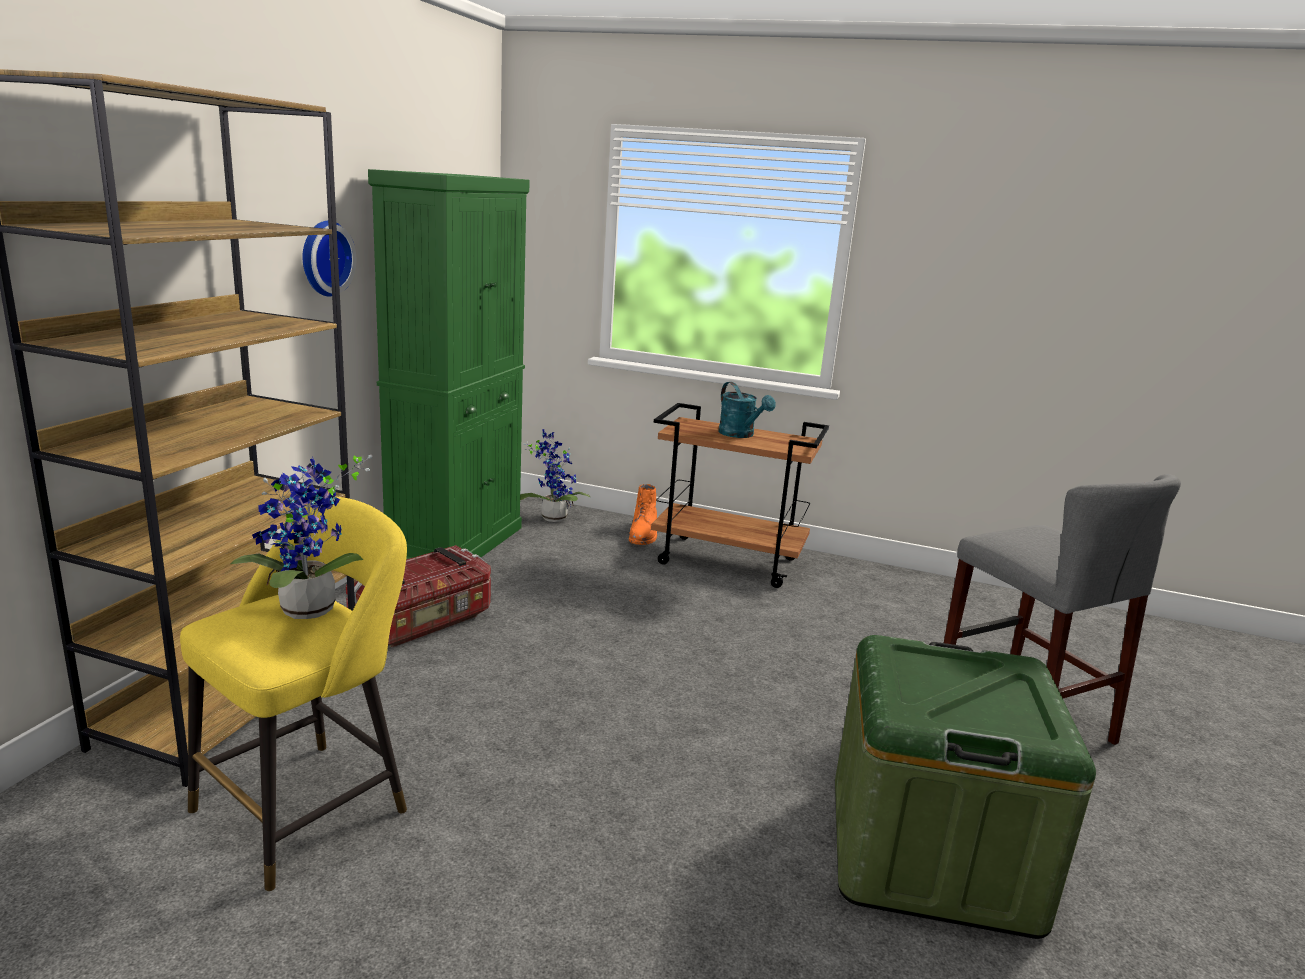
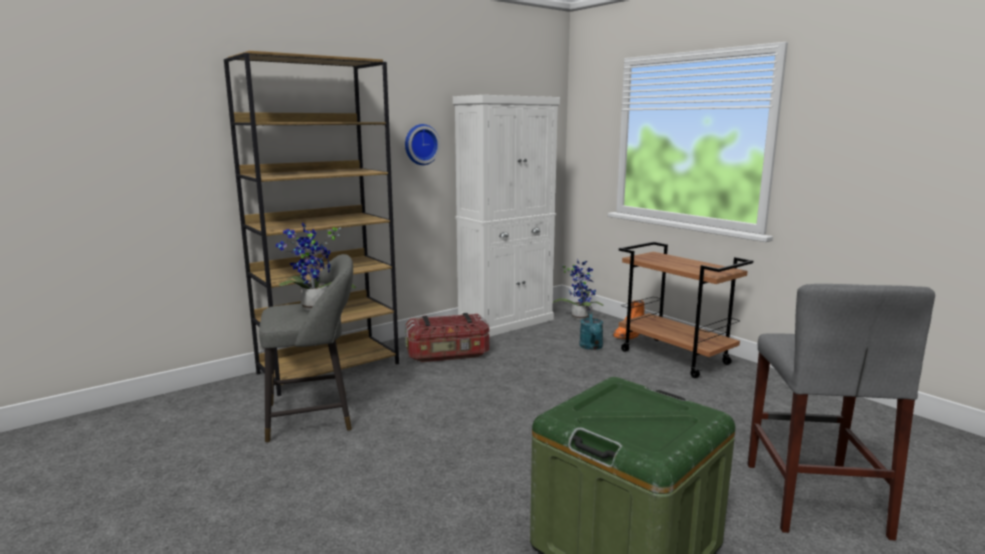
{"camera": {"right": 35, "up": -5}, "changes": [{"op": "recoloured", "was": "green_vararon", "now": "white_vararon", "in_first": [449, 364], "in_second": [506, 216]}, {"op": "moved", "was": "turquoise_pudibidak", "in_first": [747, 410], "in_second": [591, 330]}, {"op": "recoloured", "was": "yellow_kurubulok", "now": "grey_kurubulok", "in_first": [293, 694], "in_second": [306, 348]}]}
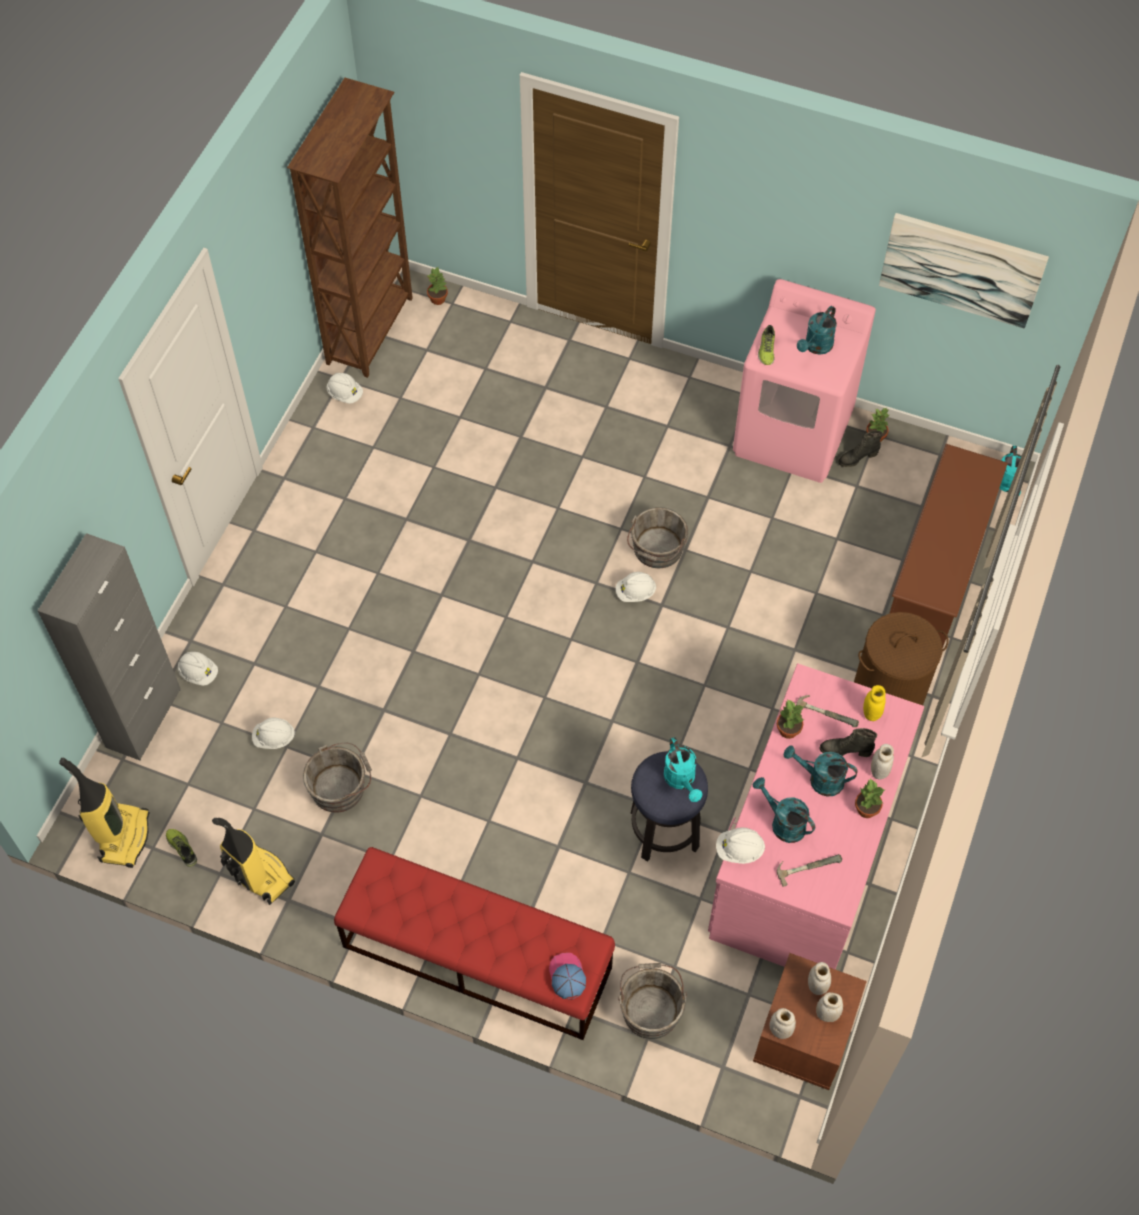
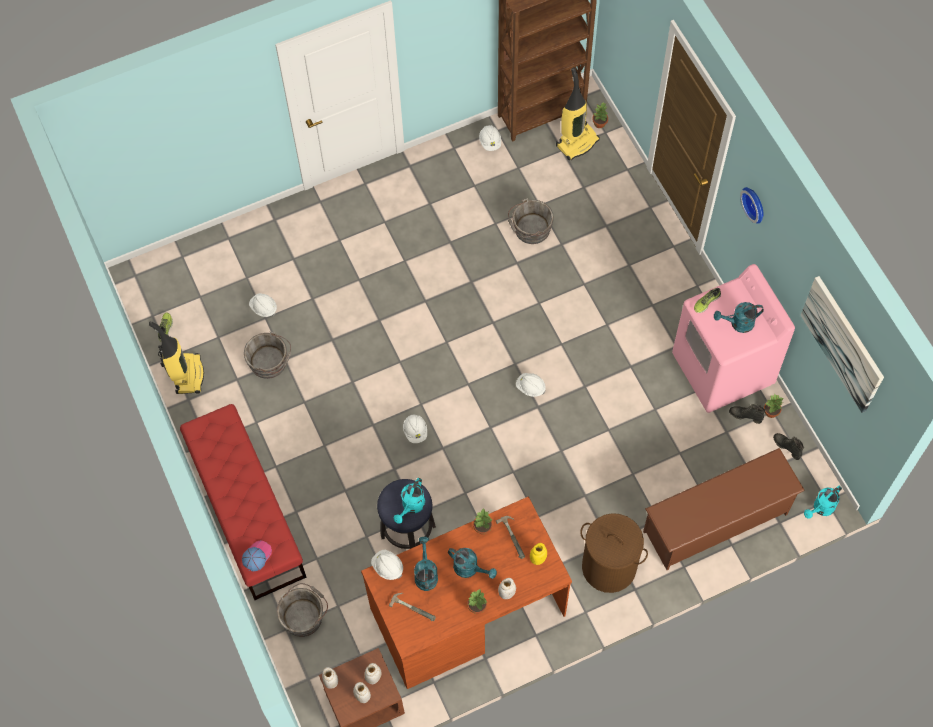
{"camera": {"right": 45, "up": 5}, "changes": [{"op": "moved", "was": "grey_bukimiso", "in_first": [657, 537], "in_second": [531, 221]}, {"op": "removed", "was": "grey_vararon", "in_first": [109, 646]}, {"op": "moved", "was": "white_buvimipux", "in_first": [198, 669], "in_second": [415, 428]}, {"op": "recoloured", "was": "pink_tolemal", "now": "brown_tolemal", "in_first": [816, 816], "in_second": [466, 593]}, {"op": "moved", "was": "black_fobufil", "in_first": [848, 742], "in_second": [788, 446]}, {"op": "turned", "was": "turquoise_pudibidak", "in_first": [821, 770], "in_second": [472, 563], "clockwise": 150}, {"op": "moved", "was": "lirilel", "in_first": [104, 813], "in_second": [578, 113]}, {"op": "added", "now": "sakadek", "in_second": [752, 205]}]}
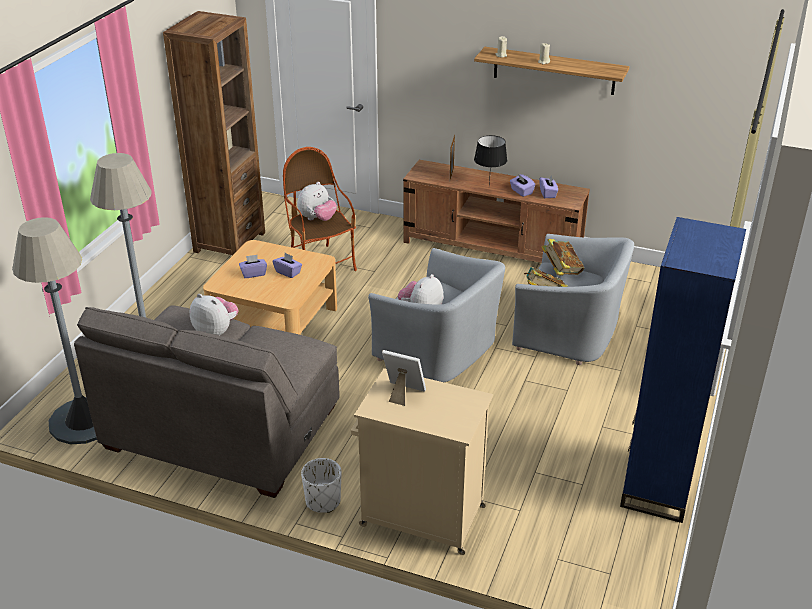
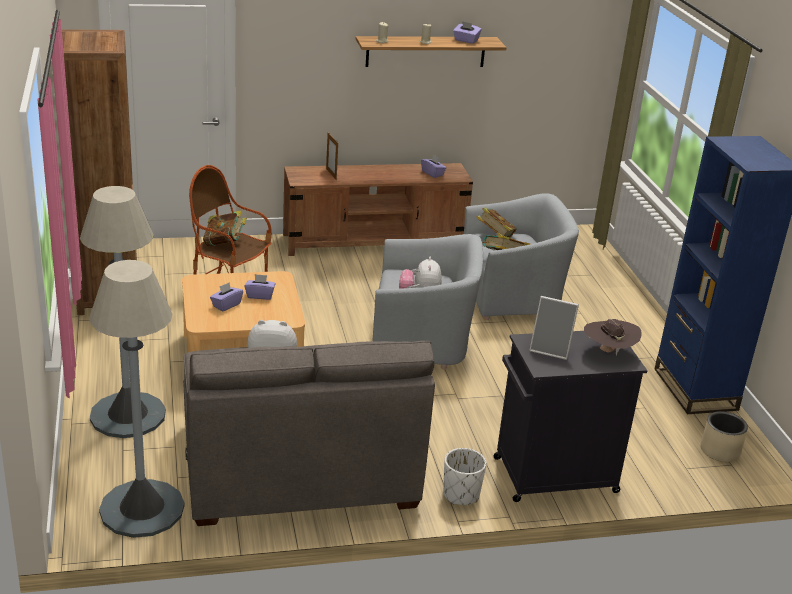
{"camera": {"right": -35, "up": -5}, "changes": [{"op": "removed", "was": "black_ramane", "in_first": [490, 161]}, {"op": "moved", "was": "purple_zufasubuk", "in_first": [522, 185], "in_second": [467, 32]}, {"op": "replaced", "was": "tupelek", "now": "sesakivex", "in_first": [317, 201], "in_second": [225, 228]}, {"op": "turned", "was": "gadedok", "in_first": [404, 378], "in_second": [554, 328], "clockwise": -150}, {"op": "recoloured", "was": "beige_vararon", "now": "black_vararon", "in_first": [422, 461], "in_second": [571, 416]}, {"op": "added", "now": "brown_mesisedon", "in_second": [612, 337]}, {"op": "added", "now": "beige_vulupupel", "in_second": [724, 436]}]}
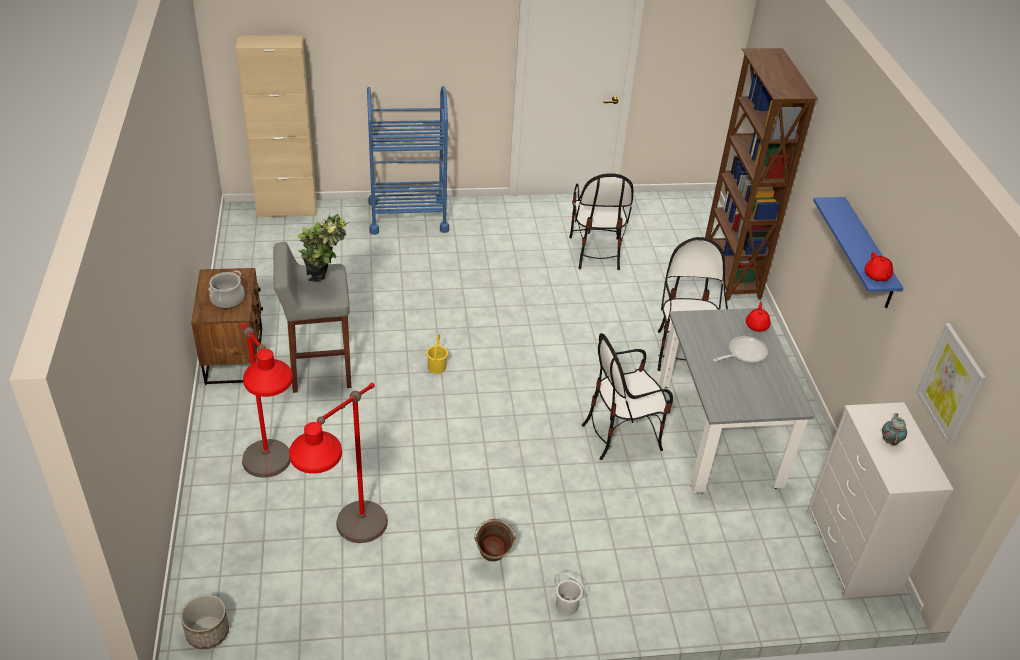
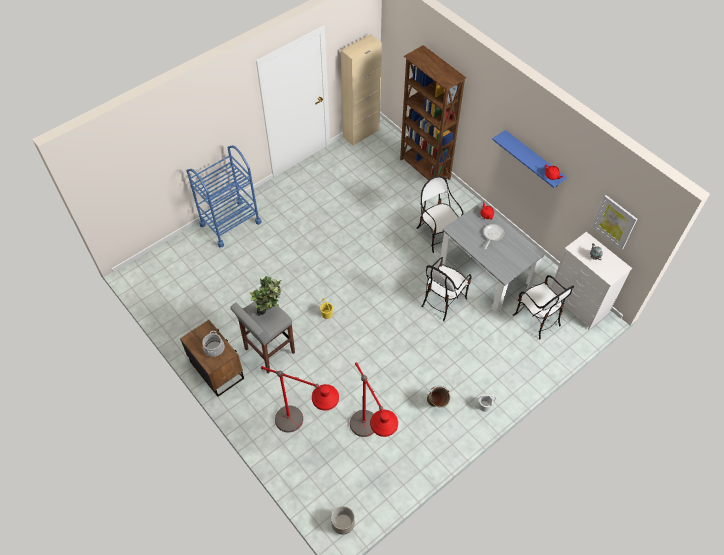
{"camera": {"right": -30, "up": 15}, "changes": [{"op": "moved", "was": "beige_vararon", "in_first": [276, 126], "in_second": [361, 90]}, {"op": "moved", "was": "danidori", "in_first": [601, 221], "in_second": [543, 307]}]}
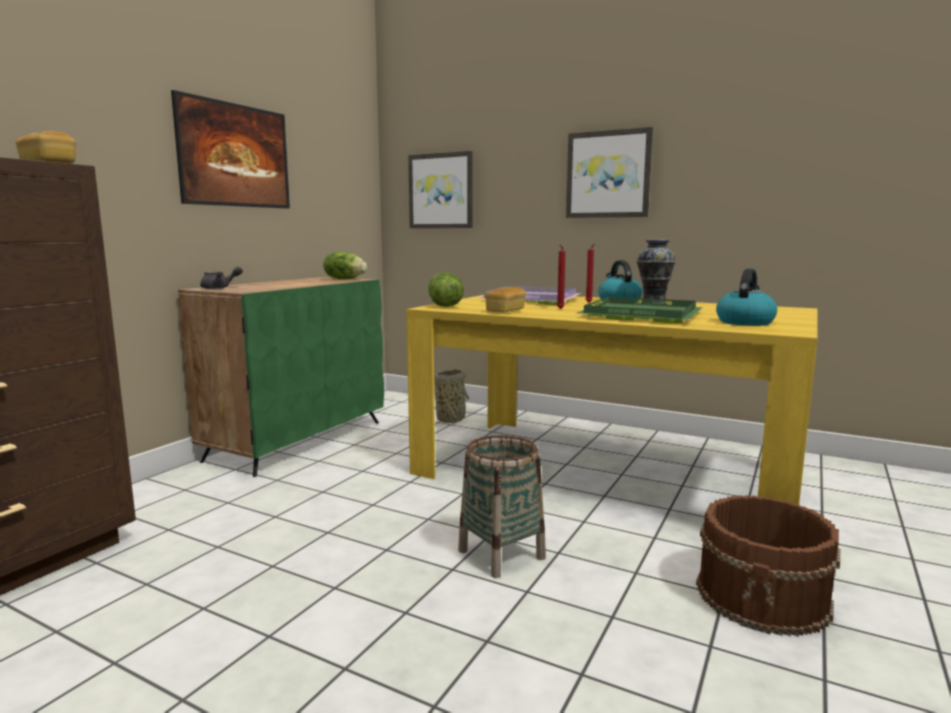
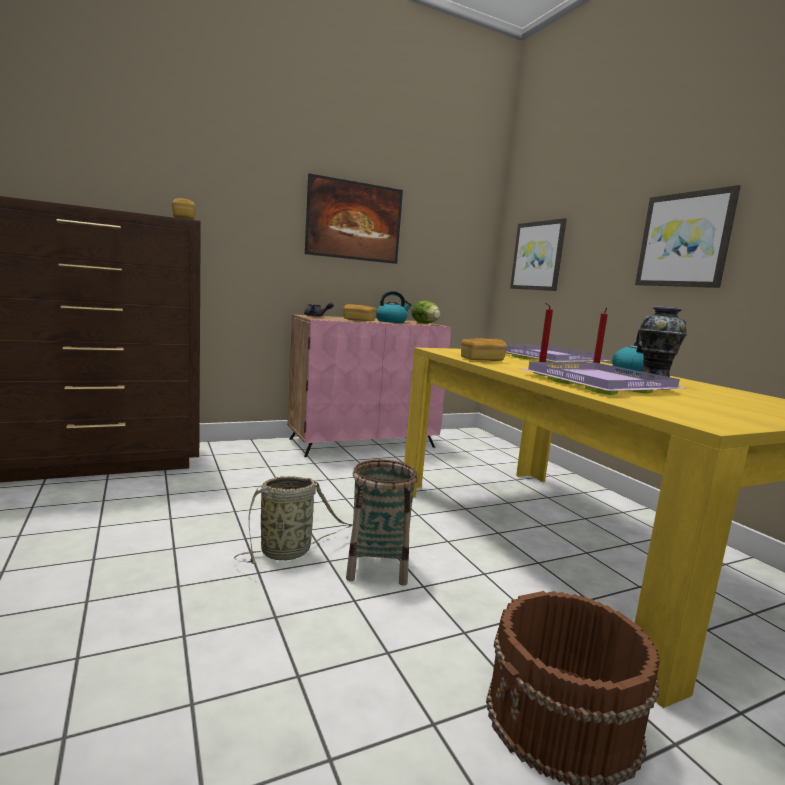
{"camera": {"right": 35, "up": 0}, "changes": [{"op": "moved", "was": "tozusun", "in_first": [746, 297], "in_second": [394, 307]}, {"op": "removed", "was": "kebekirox", "in_first": [445, 289]}, {"op": "recoloured", "was": "green_vararon", "now": "pink_vararon", "in_first": [281, 377], "in_second": [369, 385]}, {"op": "recoloured", "was": "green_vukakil", "now": "purple_vukakil", "in_first": [640, 310], "in_second": [604, 378]}, {"op": "moved", "was": "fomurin", "in_first": [451, 397], "in_second": [293, 520]}, {"op": "added", "now": "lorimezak", "in_second": [359, 312]}]}
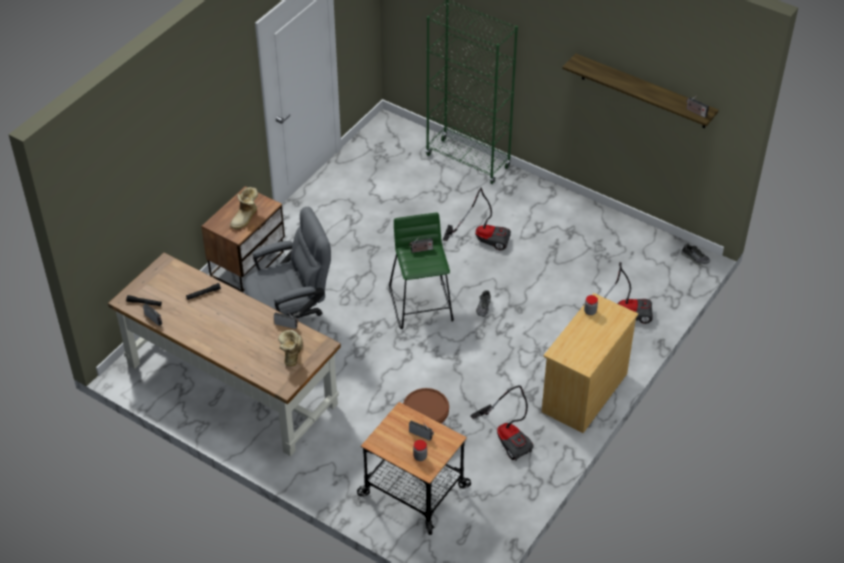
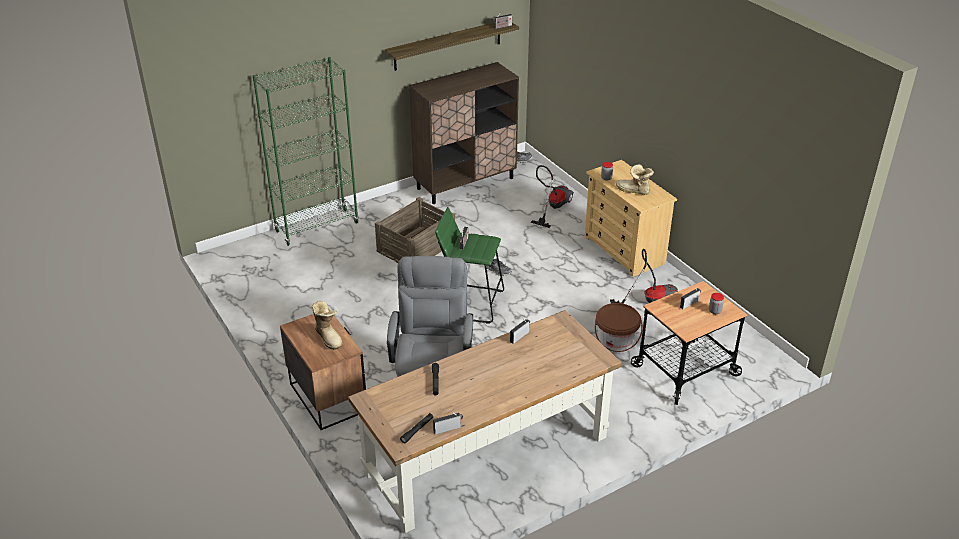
{"camera": {"right": -65, "up": -10}, "changes": [{"op": "replaced", "was": "lirilel", "now": "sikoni", "in_first": [477, 219], "in_second": [415, 230]}, {"op": "moved", "was": "fobufil", "in_first": [290, 348], "in_second": [635, 179]}, {"op": "added", "now": "brown_vararon", "in_second": [464, 133]}]}
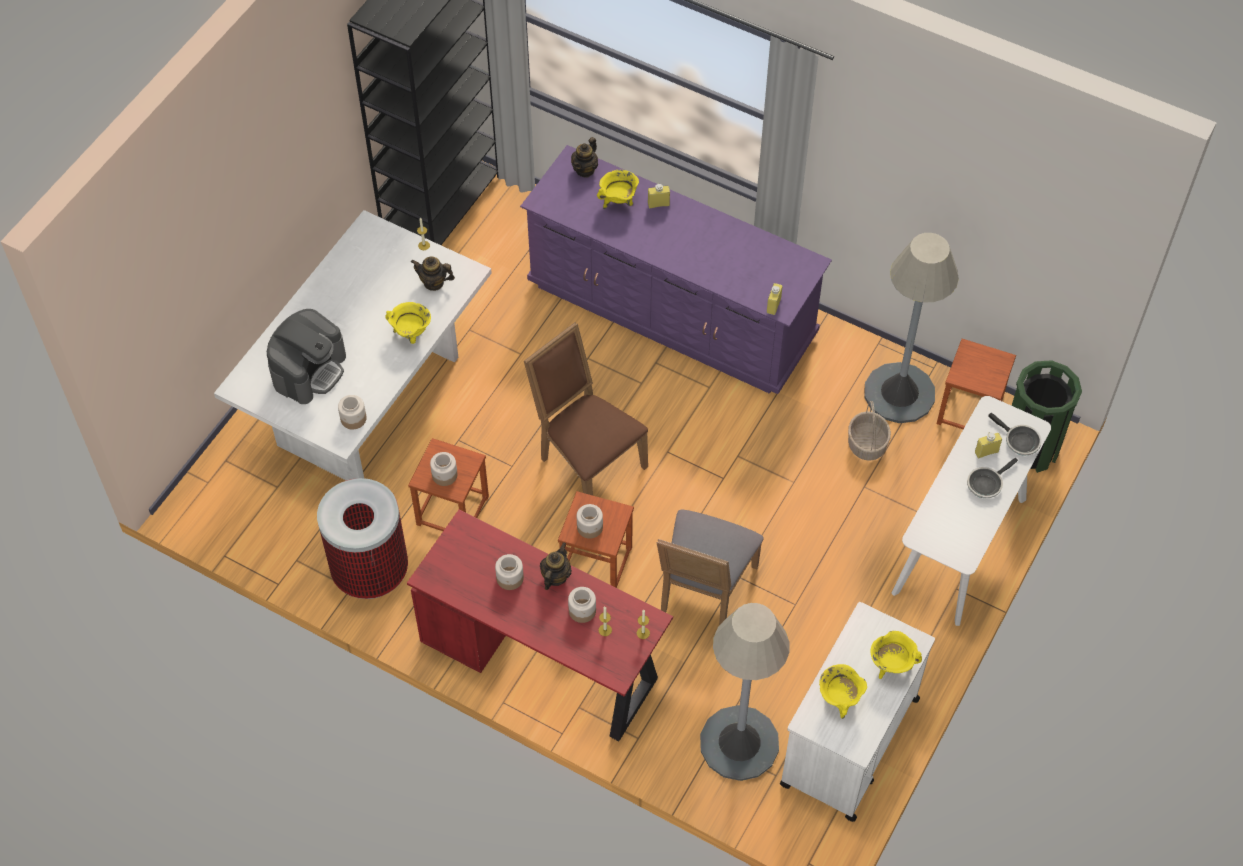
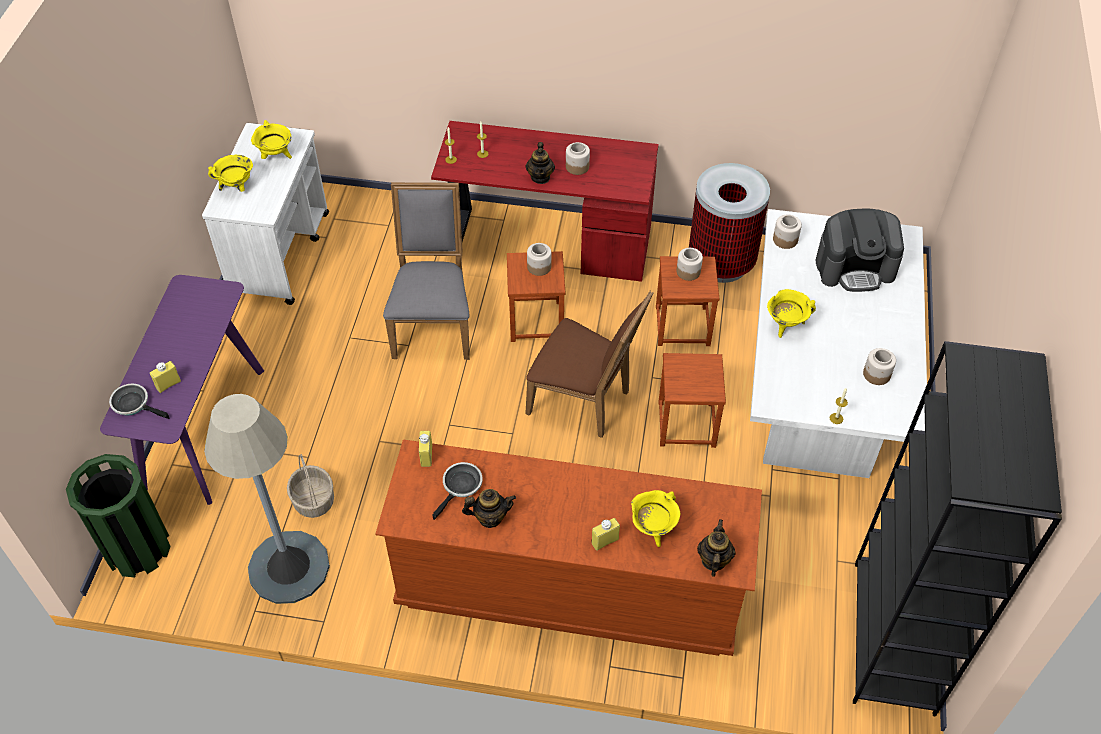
{"camera": {"right": 160, "up": -5}, "changes": [{"op": "recoloured", "was": "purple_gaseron", "now": "brown_gaseron", "in_first": [676, 269], "in_second": [568, 548]}, {"op": "moved", "was": "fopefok", "in_first": [433, 273], "in_second": [489, 508]}, {"op": "turned", "was": "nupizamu", "in_first": [306, 356], "in_second": [860, 250], "clockwise": -105}, {"op": "moved", "was": "brown_kurubulok", "in_first": [976, 384], "in_second": [692, 400]}, {"op": "recoloured", "was": "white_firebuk", "now": "purple_firebuk", "in_first": [971, 511], "in_second": [182, 390]}, {"op": "moved", "was": "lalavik", "in_first": [992, 478], "in_second": [457, 491]}, {"op": "moved", "was": "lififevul", "in_first": [582, 605], "in_second": [879, 366]}, {"op": "removed", "was": "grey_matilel", "in_first": [745, 692]}]}
